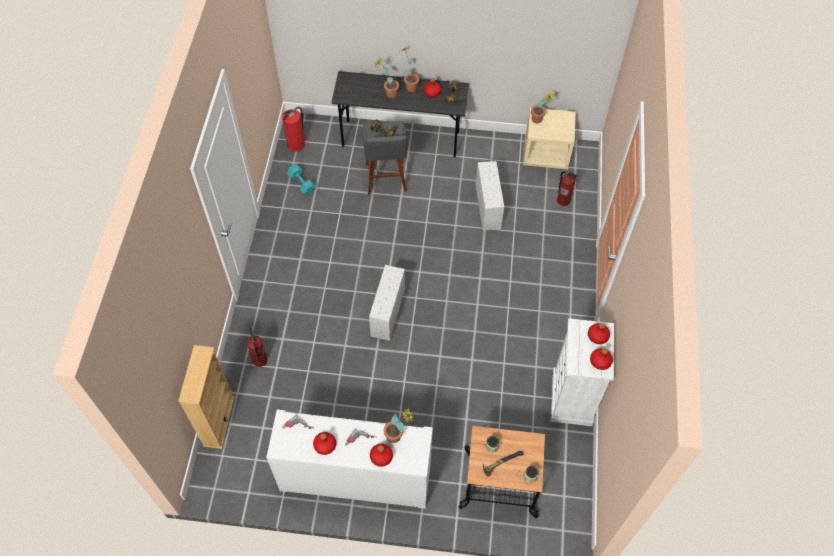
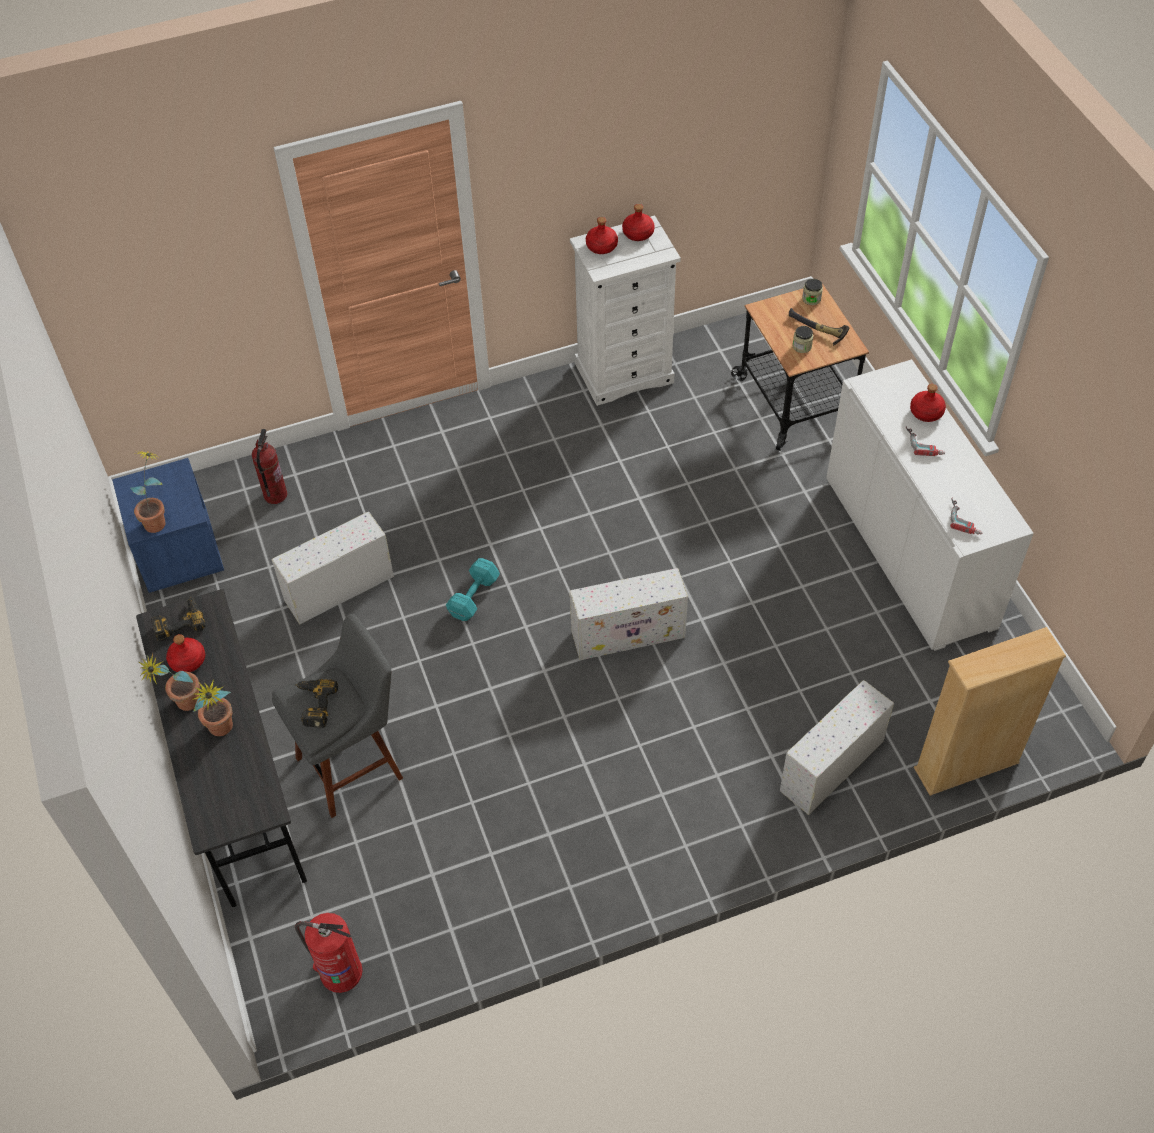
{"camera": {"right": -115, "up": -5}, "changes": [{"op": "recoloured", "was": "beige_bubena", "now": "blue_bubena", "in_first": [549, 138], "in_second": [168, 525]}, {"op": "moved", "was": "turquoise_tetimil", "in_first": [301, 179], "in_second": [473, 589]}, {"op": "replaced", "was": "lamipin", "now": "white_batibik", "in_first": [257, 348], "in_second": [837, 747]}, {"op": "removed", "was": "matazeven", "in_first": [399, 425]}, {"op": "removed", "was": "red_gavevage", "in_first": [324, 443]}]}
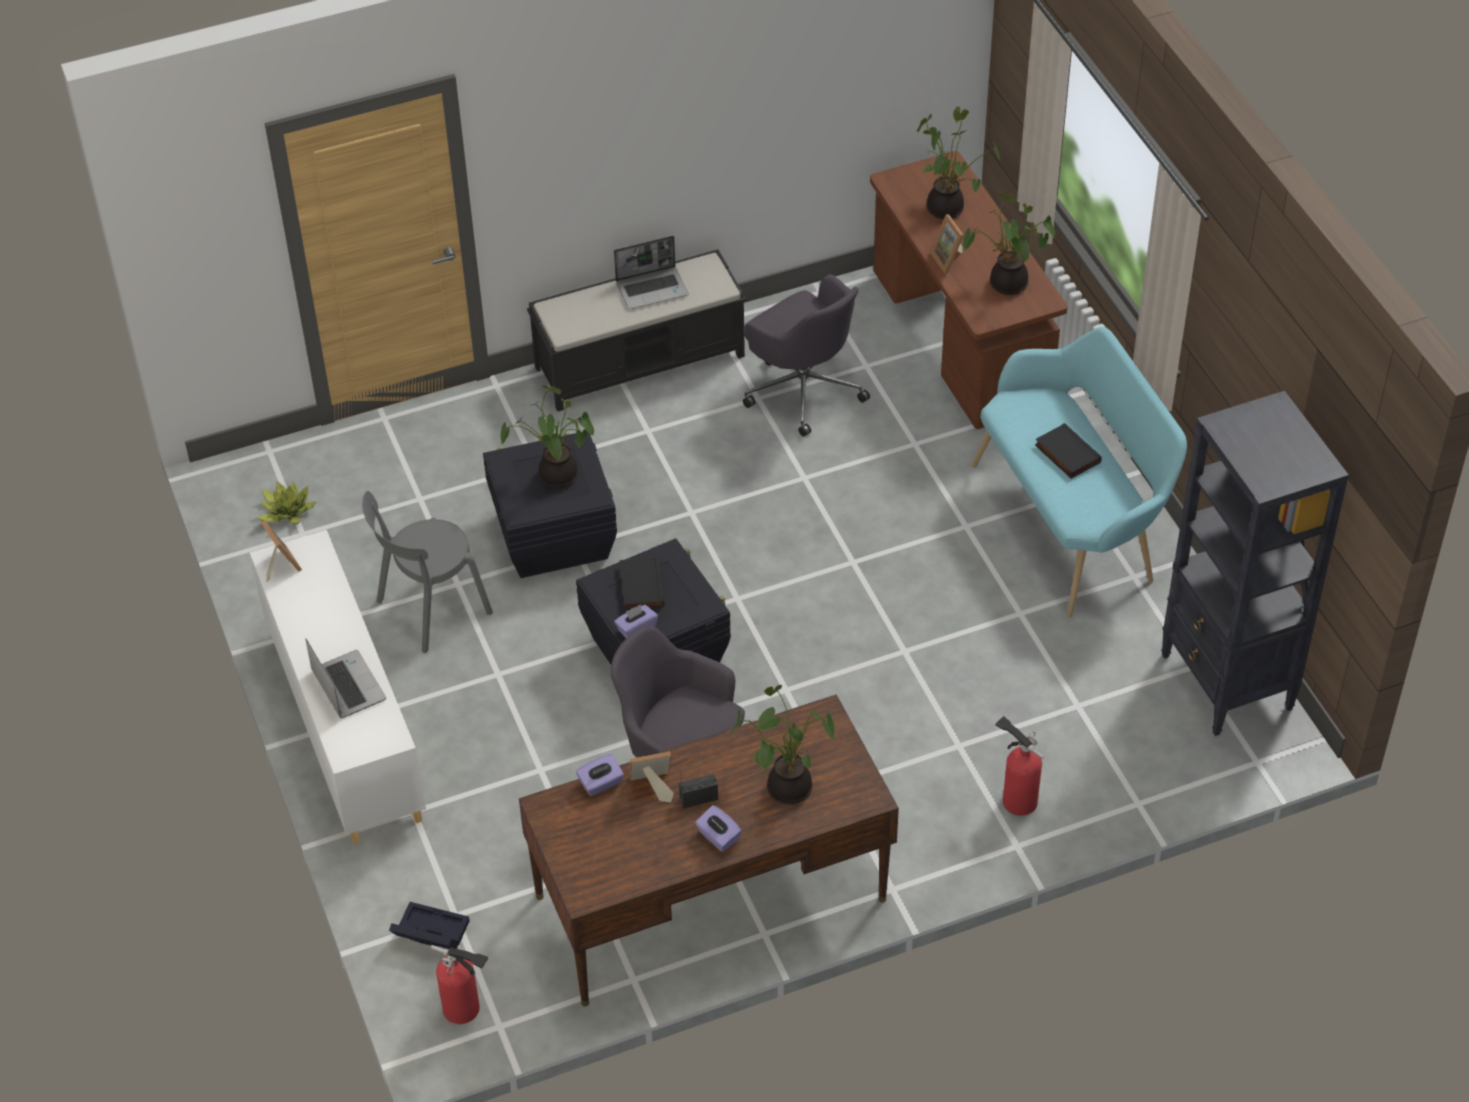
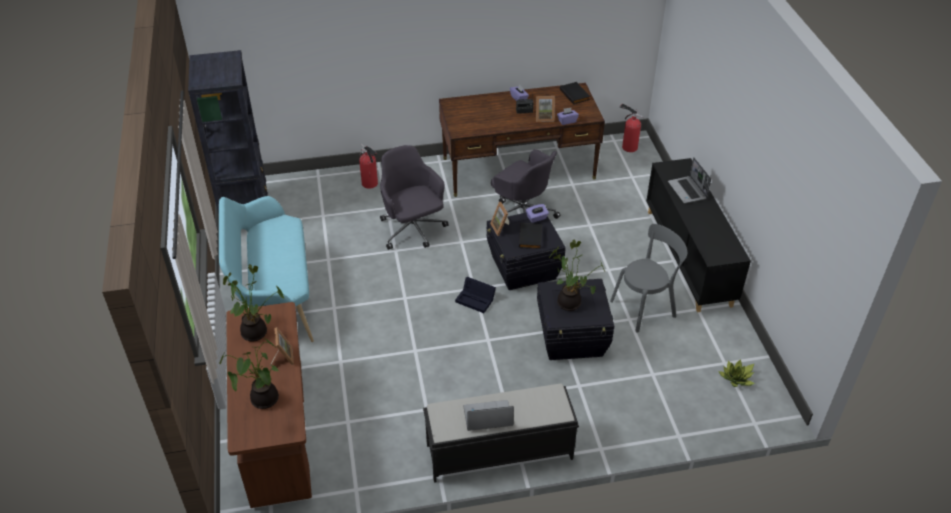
{"camera": {"right": -170, "up": -5}, "changes": [{"op": "moved", "was": "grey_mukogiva", "in_first": [806, 355], "in_second": [414, 197]}, {"op": "moved", "was": "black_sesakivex", "in_first": [1068, 451], "in_second": [575, 93]}, {"op": "moved", "was": "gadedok", "in_first": [281, 551], "in_second": [499, 219]}, {"op": "recoloured", "was": "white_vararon", "now": "black_vararon", "in_first": [338, 687], "in_second": [698, 235]}, {"op": "removed", "was": "matazeven", "in_first": [782, 744]}, {"op": "moved", "was": "black_batibik", "in_first": [429, 925], "in_second": [475, 295]}]}
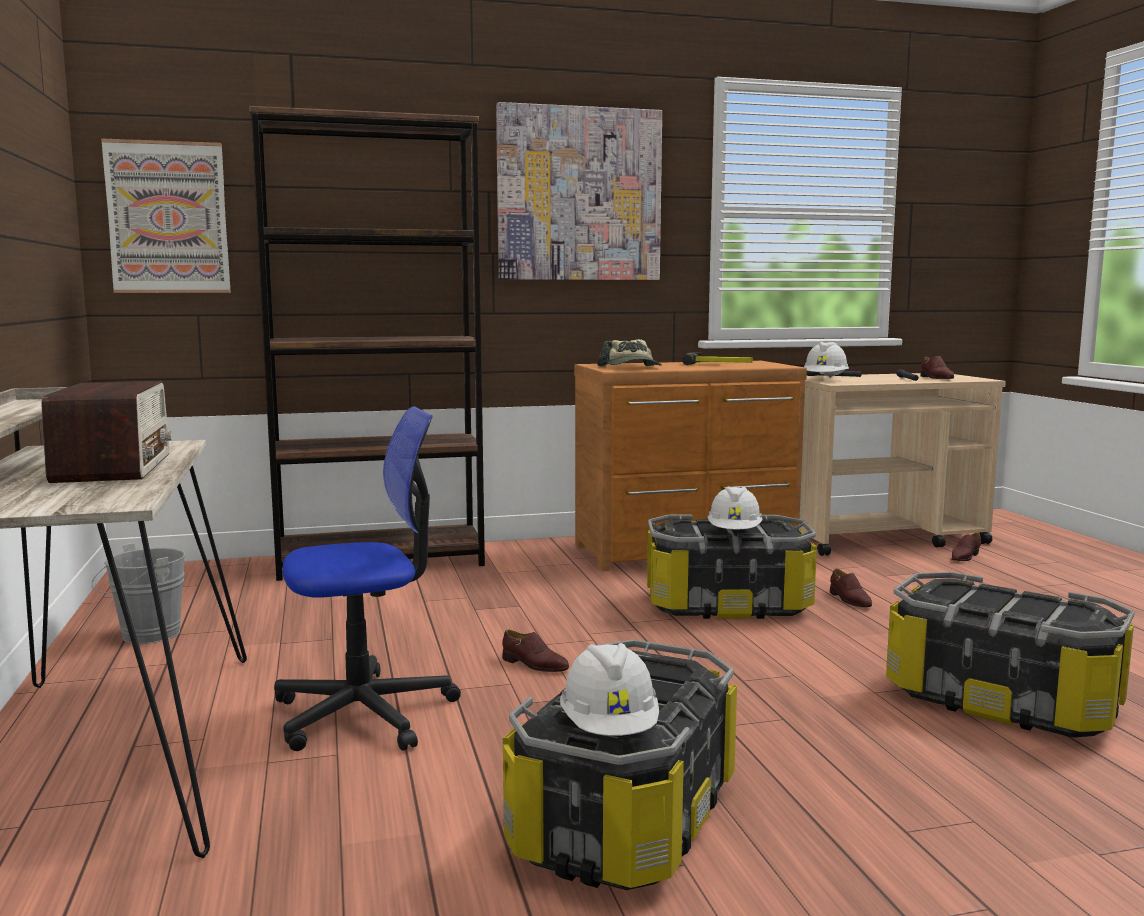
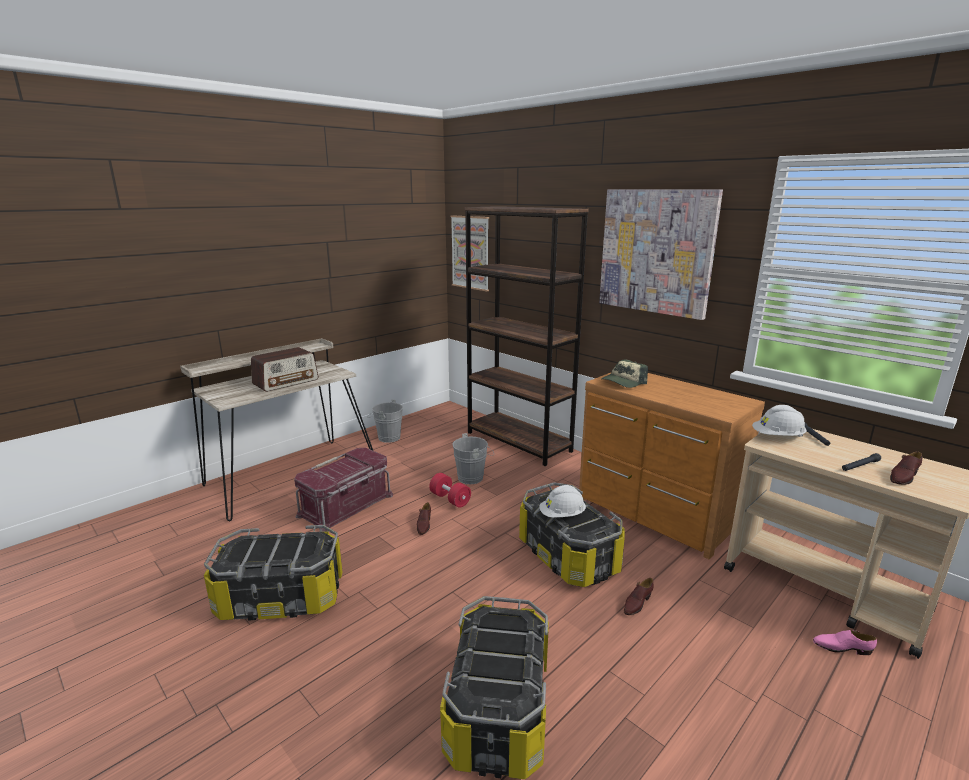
{"camera": {"right": 60, "up": 10}, "changes": [{"op": "removed", "was": "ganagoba", "in_first": [717, 358]}, {"op": "replaced", "was": "mukogiva", "now": "red_batibik", "in_first": [367, 579], "in_second": [343, 490]}, {"op": "recoloured", "was": "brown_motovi", "now": "pink_motovi", "in_first": [966, 547], "in_second": [845, 642]}, {"op": "removed", "was": "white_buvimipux", "in_first": [609, 689]}, {"op": "added", "now": "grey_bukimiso", "in_second": [473, 458]}, {"op": "added", "now": "red_tetimil", "in_second": [450, 490]}]}
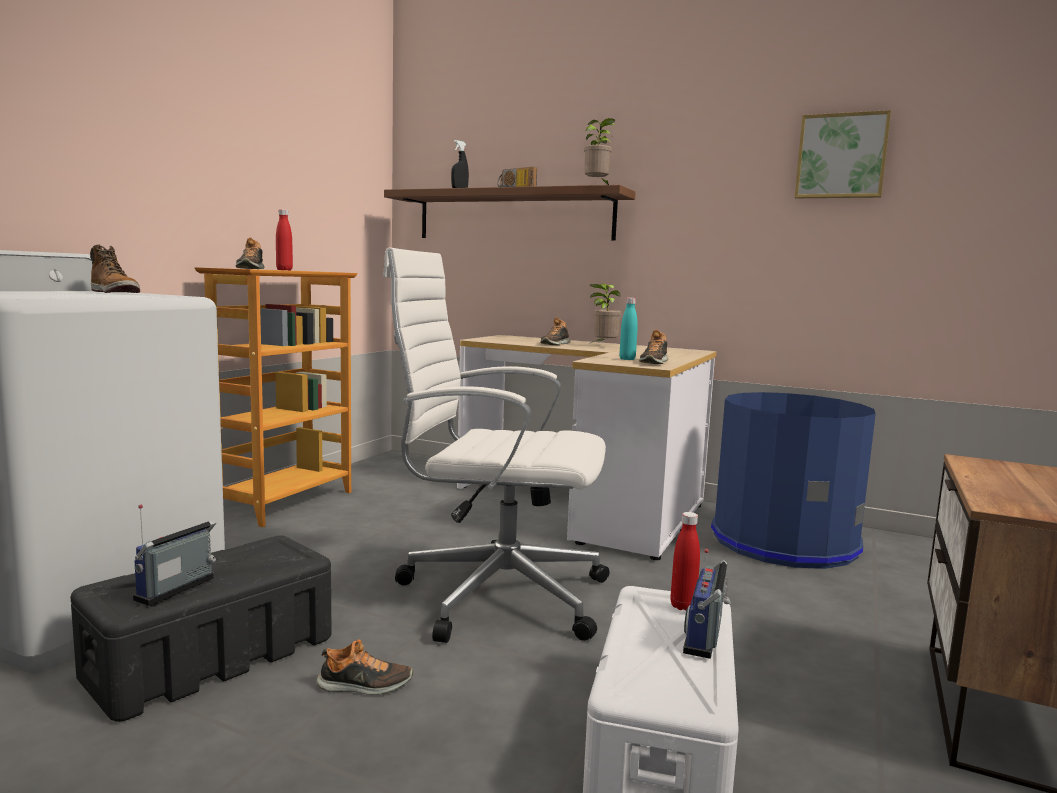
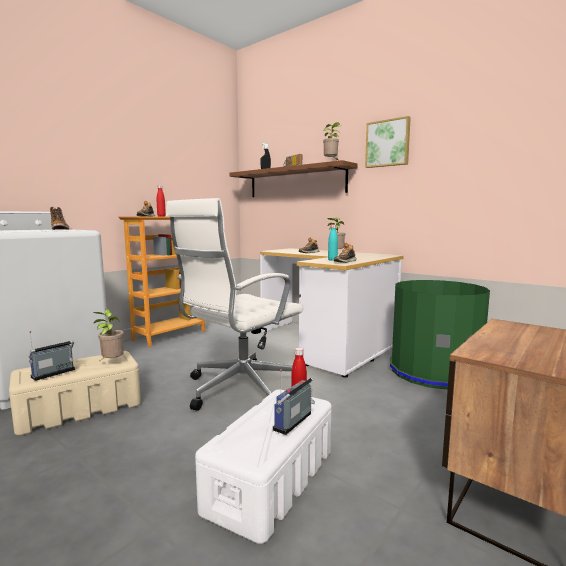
{"camera": {"right": 15, "up": 0}, "changes": [{"op": "moved", "was": "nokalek", "in_first": [843, 154], "in_second": [388, 142]}, {"op": "turned", "was": "white_mukogiva", "in_first": [496, 445], "in_second": [234, 304], "clockwise": -75}, {"op": "recoloured", "was": "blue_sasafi", "now": "green_sasafi", "in_first": [793, 480], "in_second": [440, 335]}, {"op": "recoloured", "was": "black_batibik", "now": "beige_batibik", "in_first": [201, 628], "in_second": [75, 393]}, {"op": "removed", "was": "motovi", "in_first": [364, 667]}, {"op": "added", "now": "matazeven", "in_second": [108, 335]}]}
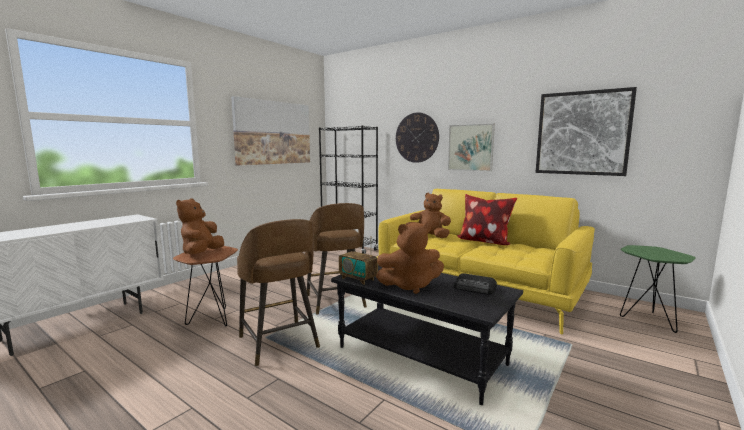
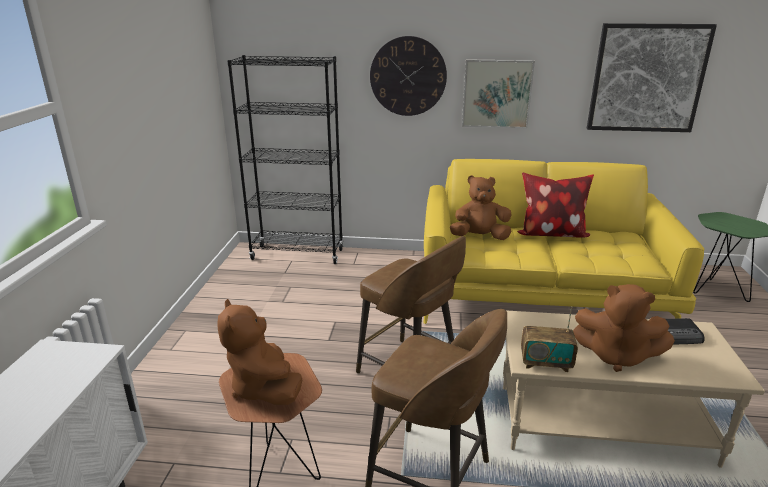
{"camera": {"right": -30, "up": 15}, "changes": [{"op": "removed", "was": "nokalek", "in_first": [270, 130]}, {"op": "turned", "was": "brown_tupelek", "in_first": [410, 258], "in_second": [624, 328], "clockwise": 60}, {"op": "recoloured", "was": "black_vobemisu", "now": "beige_vobemisu", "in_first": [427, 335], "in_second": [634, 389]}]}
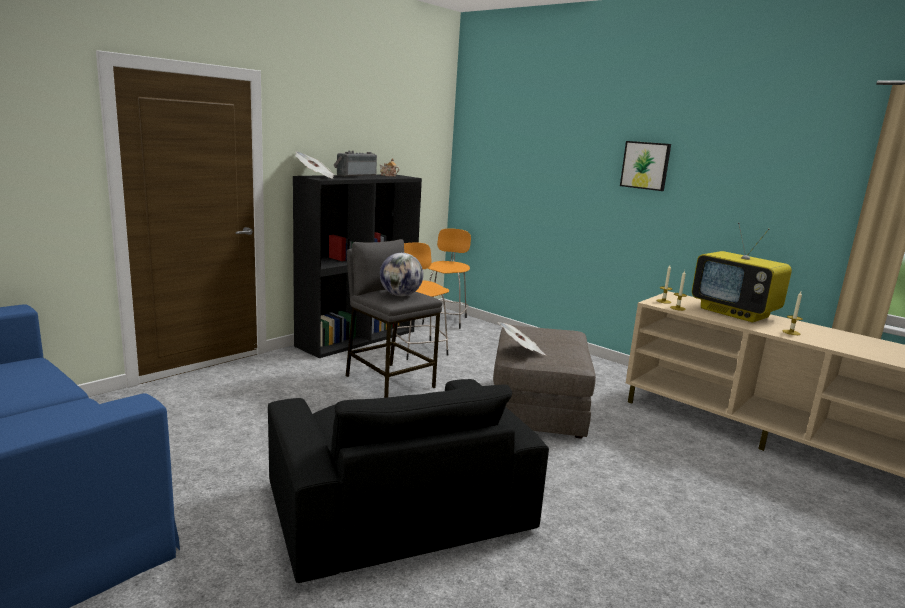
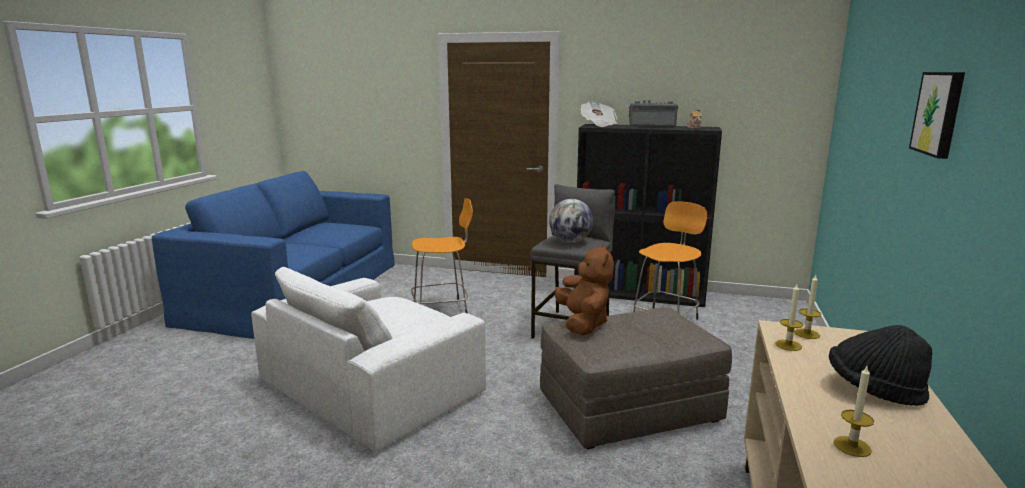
{"camera": {"right": 65, "up": 0}, "changes": [{"op": "replaced", "was": "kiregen", "now": "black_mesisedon", "in_first": [742, 272], "in_second": [880, 365]}, {"op": "moved", "was": "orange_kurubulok", "in_first": [446, 278], "in_second": [442, 255]}, {"op": "replaced", "was": "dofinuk", "now": "brown_tupelek", "in_first": [521, 338], "in_second": [584, 289]}, {"op": "recoloured", "was": "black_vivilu", "now": "white_vivilu", "in_first": [408, 481], "in_second": [368, 359]}]}
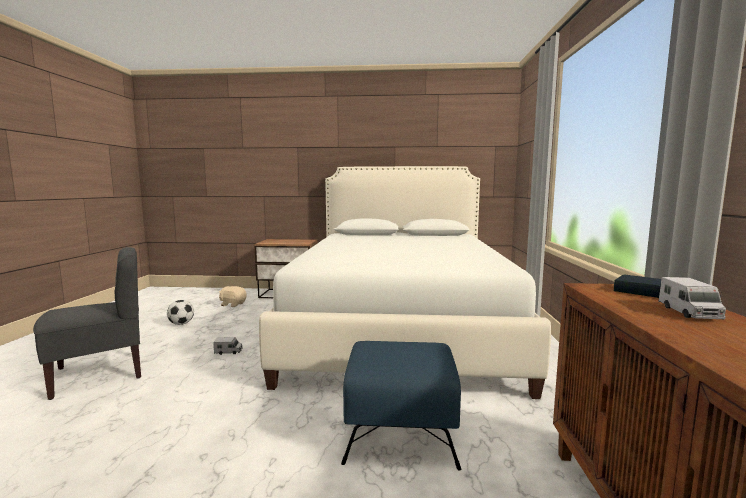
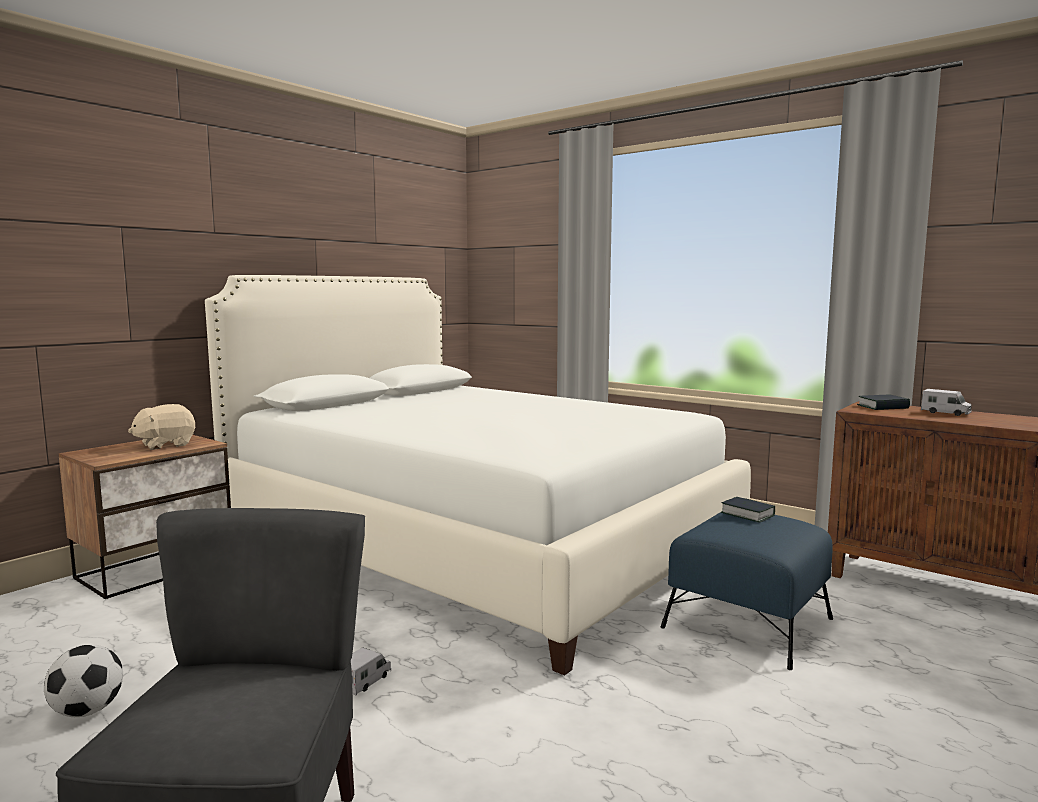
{"camera": {"right": -55, "up": 0}, "changes": [{"op": "moved", "was": "beige_tupelek", "in_first": [233, 296], "in_second": [161, 427]}, {"op": "added", "now": "sesakivex", "in_second": [748, 510]}]}
